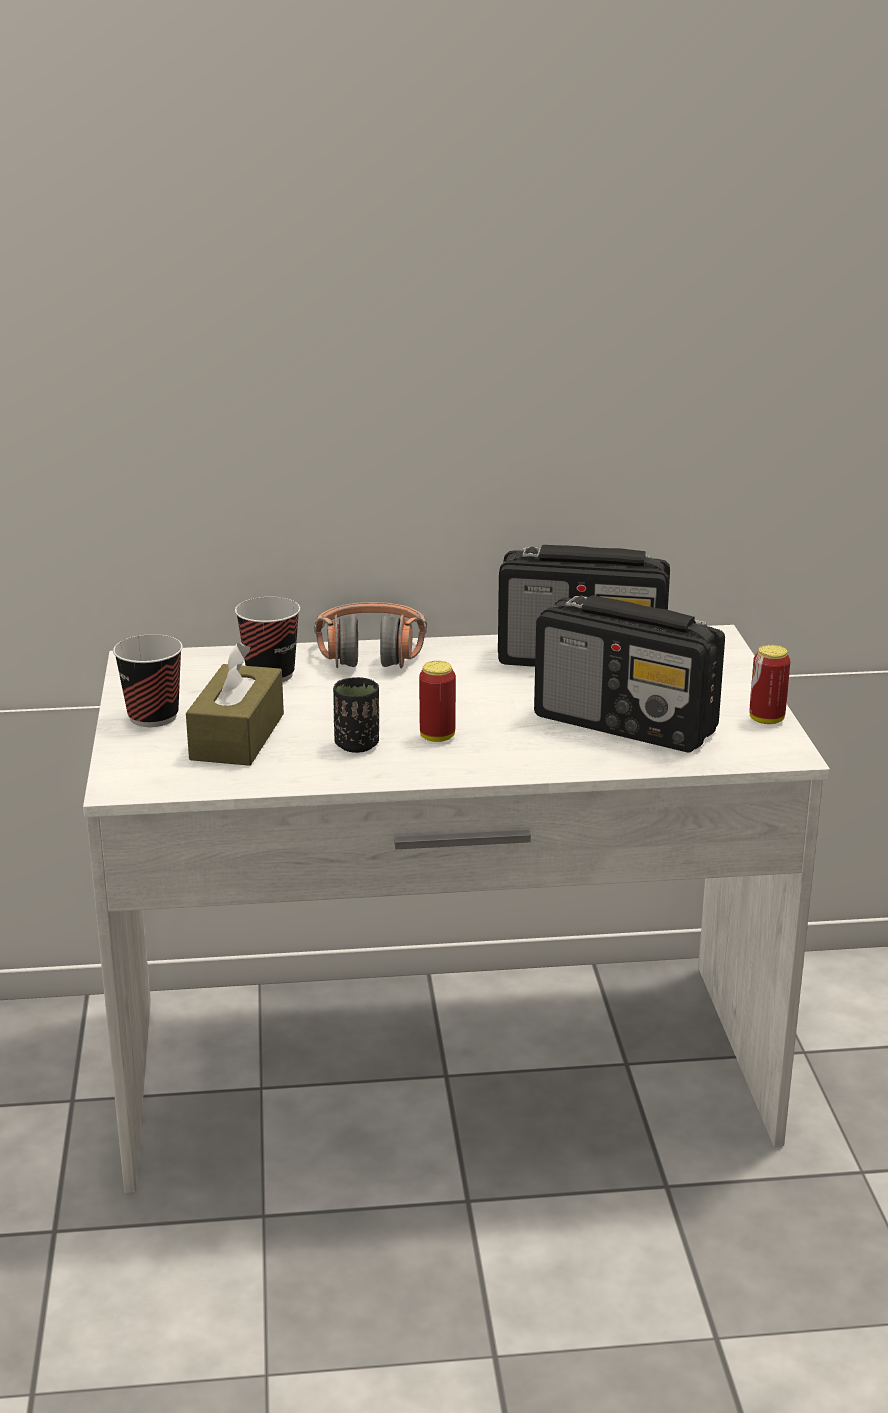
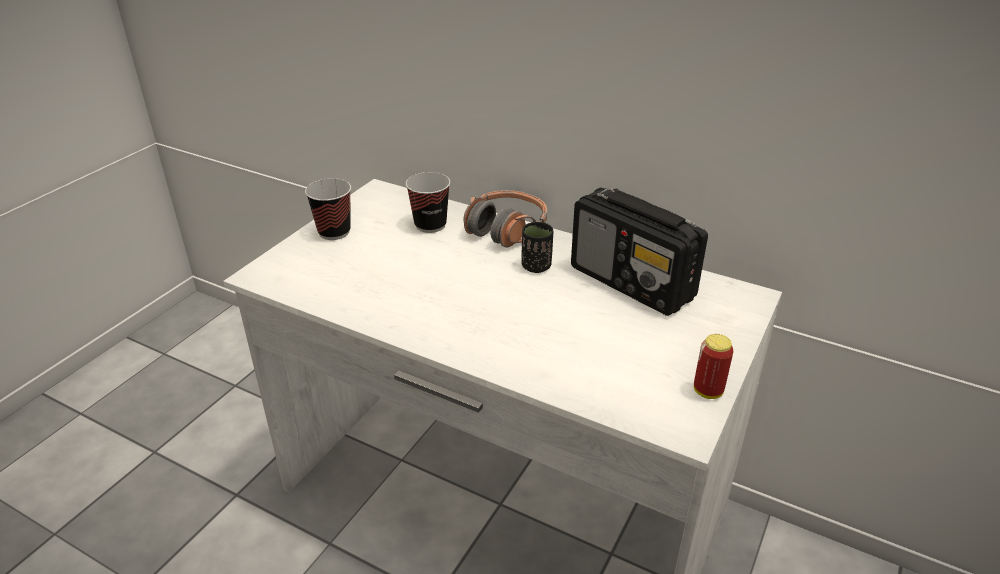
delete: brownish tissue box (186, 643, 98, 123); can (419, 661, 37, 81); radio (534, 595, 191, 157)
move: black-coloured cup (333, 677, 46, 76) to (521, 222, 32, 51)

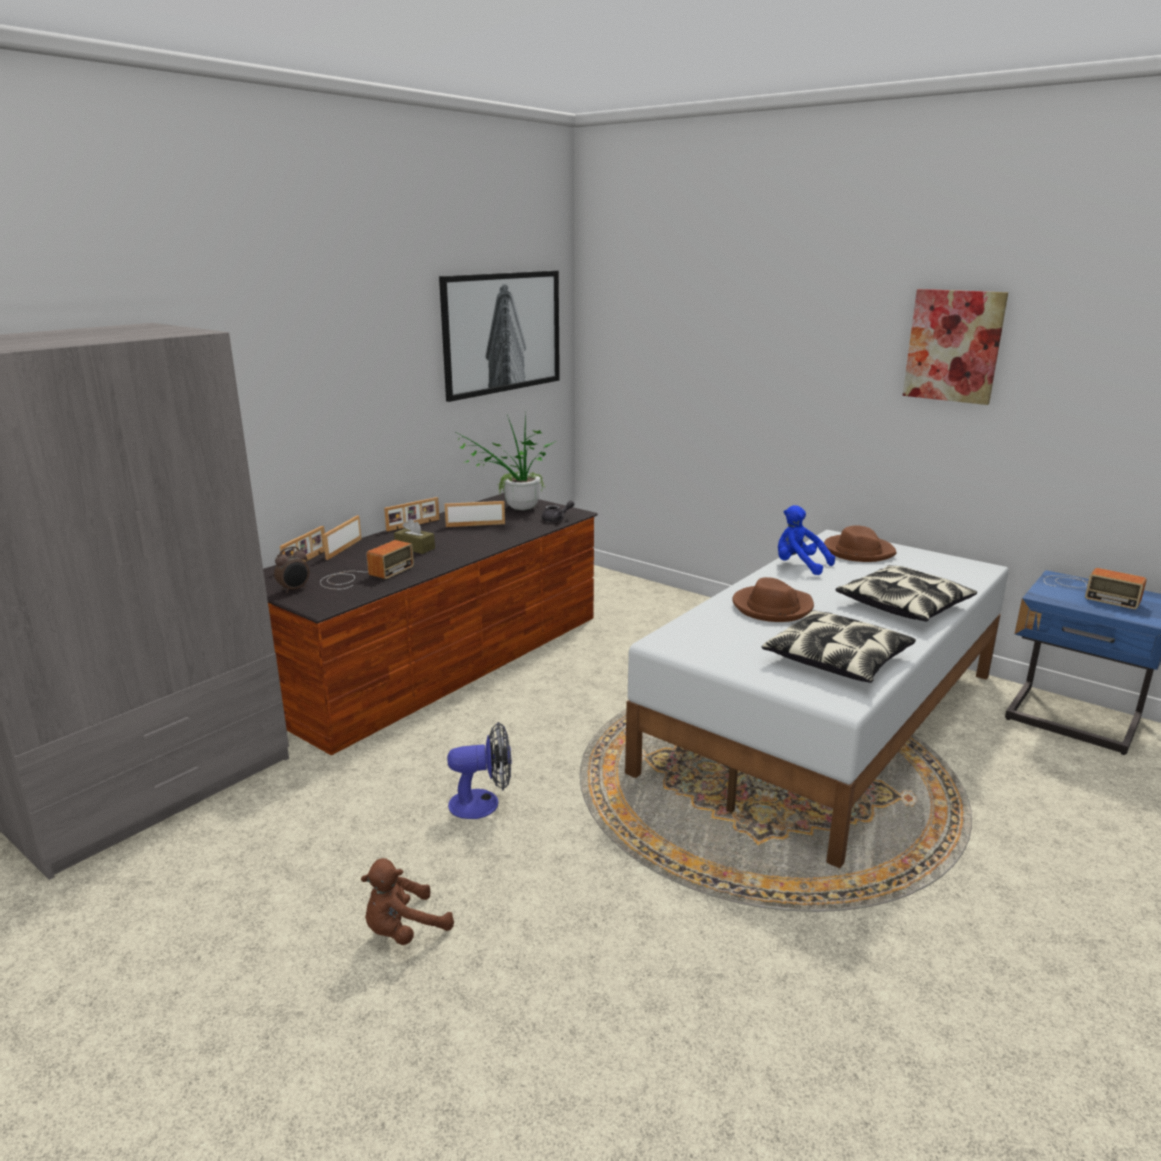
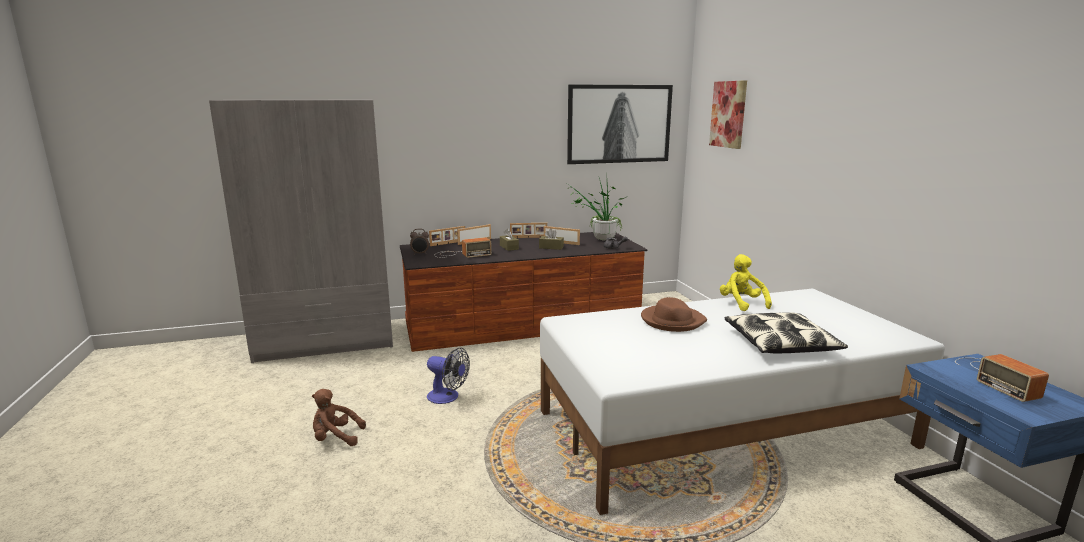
delete: throw pillow (761, 610, 155, 73); brownish hat (824, 525, 73, 37)
insert: brownish tissue box (539, 229, 25, 21)
move: wall picture (903, 289, 105, 116) to (709, 80, 38, 69)
recolor: bluish plush toy (778, 505, 57, 70) to yellow plush toy (720, 254, 52, 57)

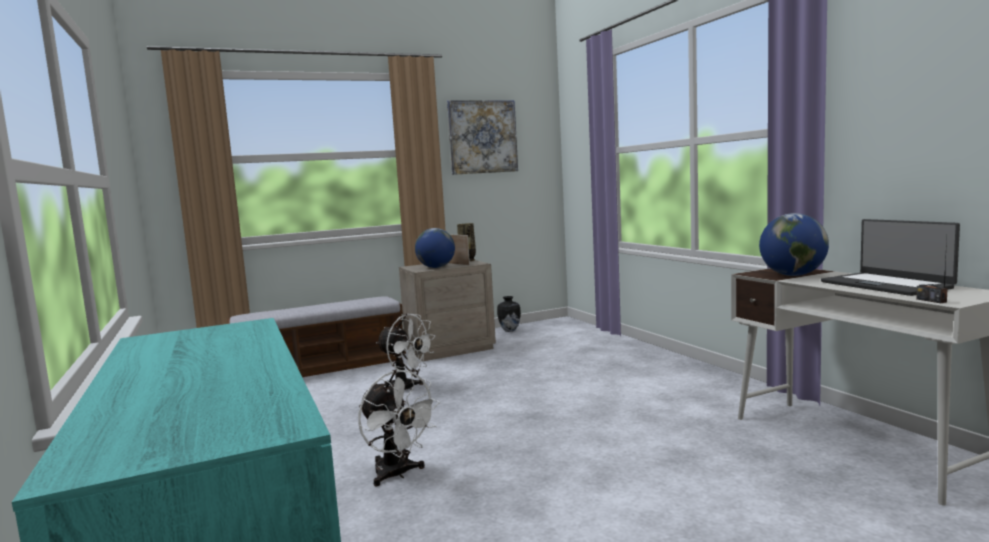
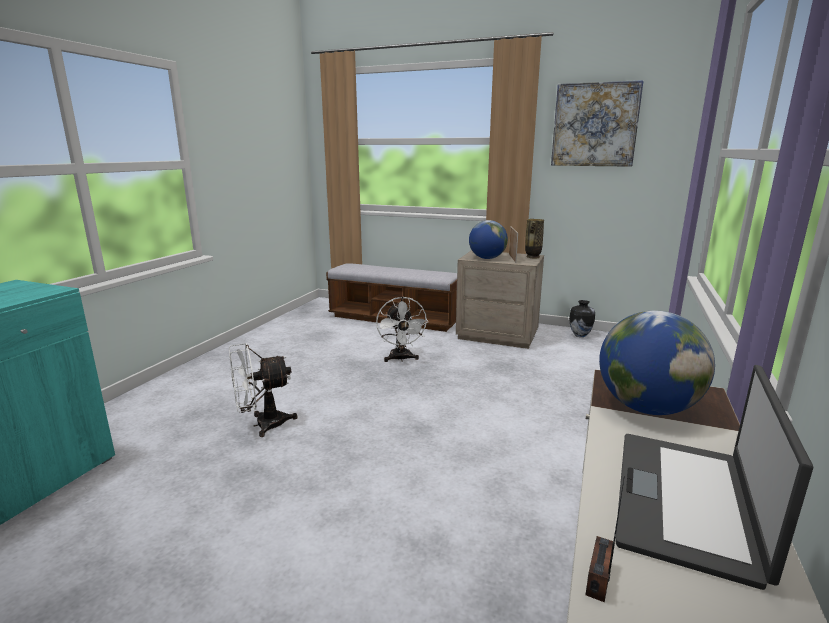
rotate: white-coloured electric fan (358, 370, 82, 117) = (229, 343, 68, 94) 60 degrees clockwise

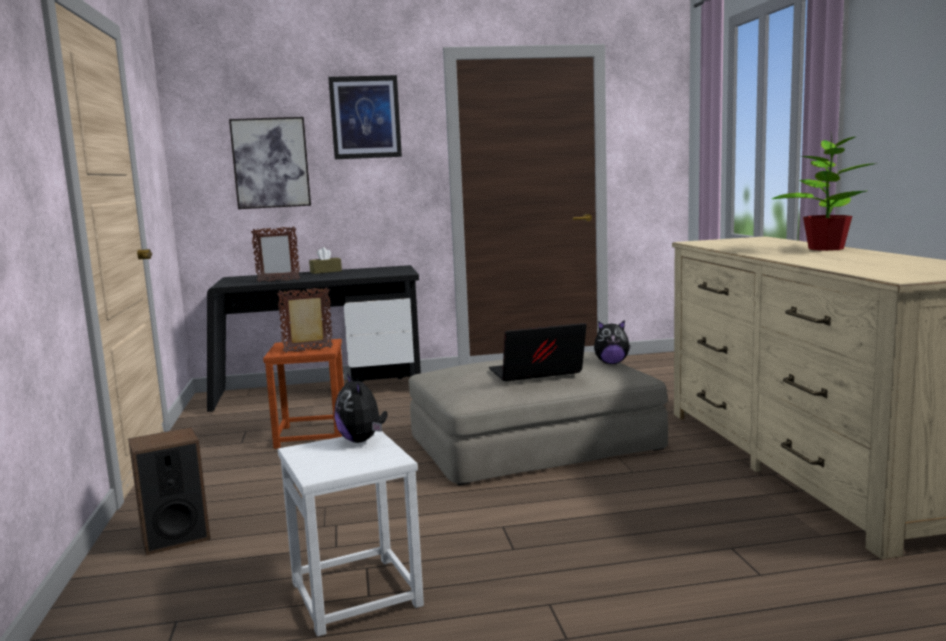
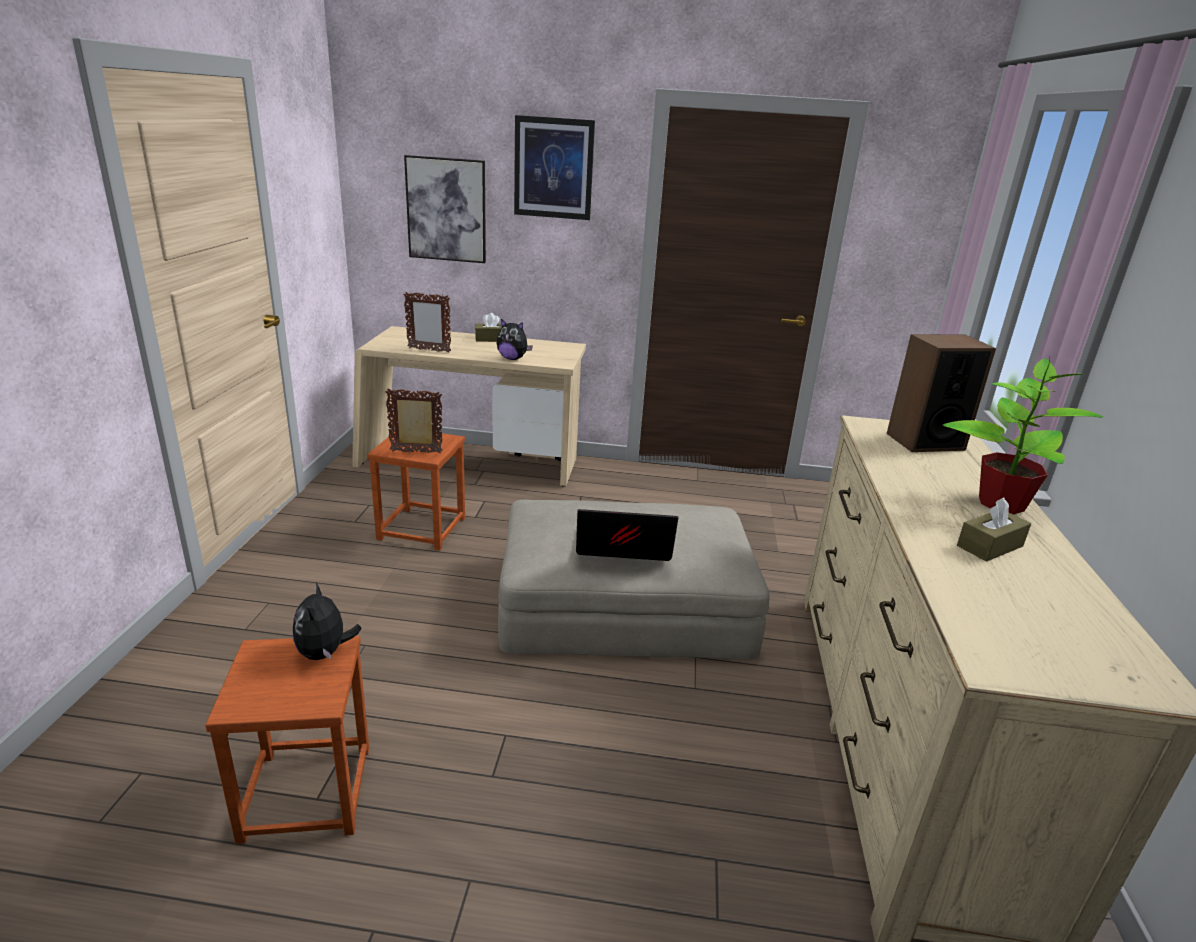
insert: brownish tissue box (957, 497, 74, 65)
move: plush toy (594, 320, 37, 44) to (497, 319, 36, 41); speaker (128, 427, 82, 128) to (887, 334, 109, 118)
recolor: white-coloured sitting stool (278, 431, 146, 206) to brownish sitting stool (205, 636, 164, 208); black-coloured desk (207, 265, 214, 147) to beige-coloured desk (352, 326, 234, 160)

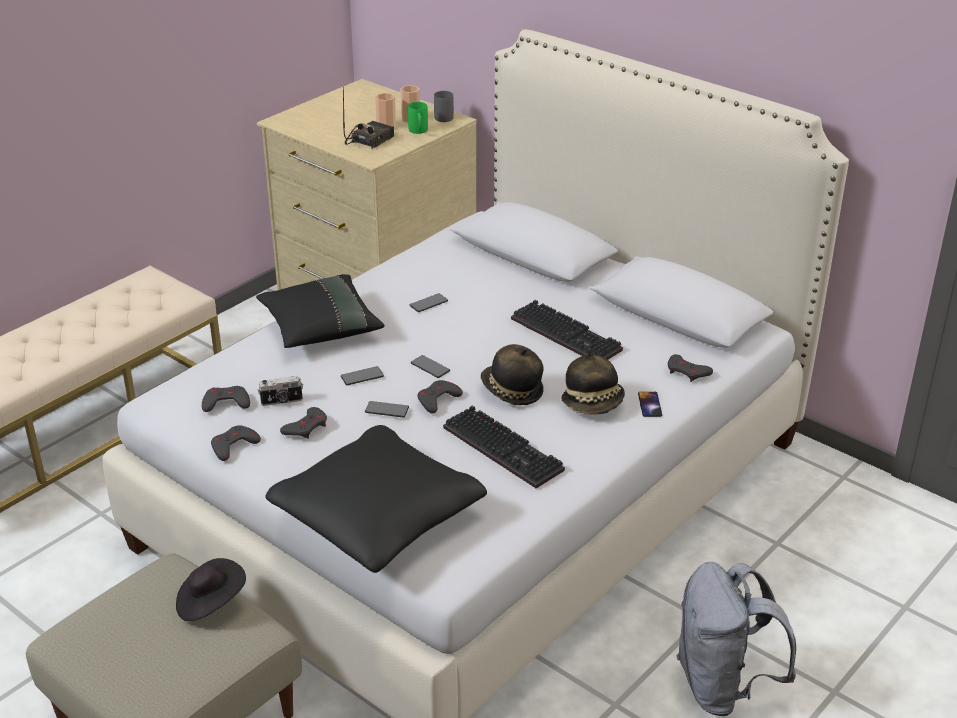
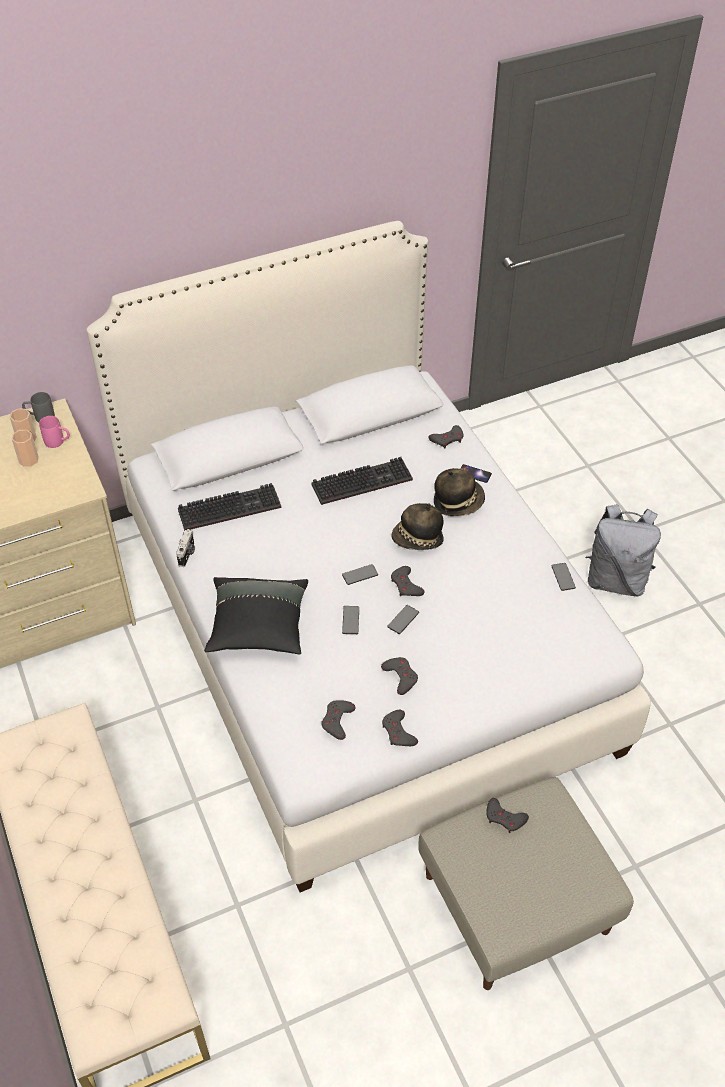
delete: black-coloured throw pillow (265, 425, 222, 148); radio (343, 88, 51, 61)
move: still camera (258, 376, 45, 30) to (176, 529, 19, 38); computer keyboard (443, 406, 122, 82) to (178, 483, 103, 48); handset (410, 293, 38, 19) to (552, 563, 24, 28)
replace: black-coloured hat (176, 558, 70, 63) to greyish joypad (486, 798, 43, 35)
recolor: greenish tea mug (408, 102, 20, 32) to pinkish tea mug (39, 416, 31, 32)

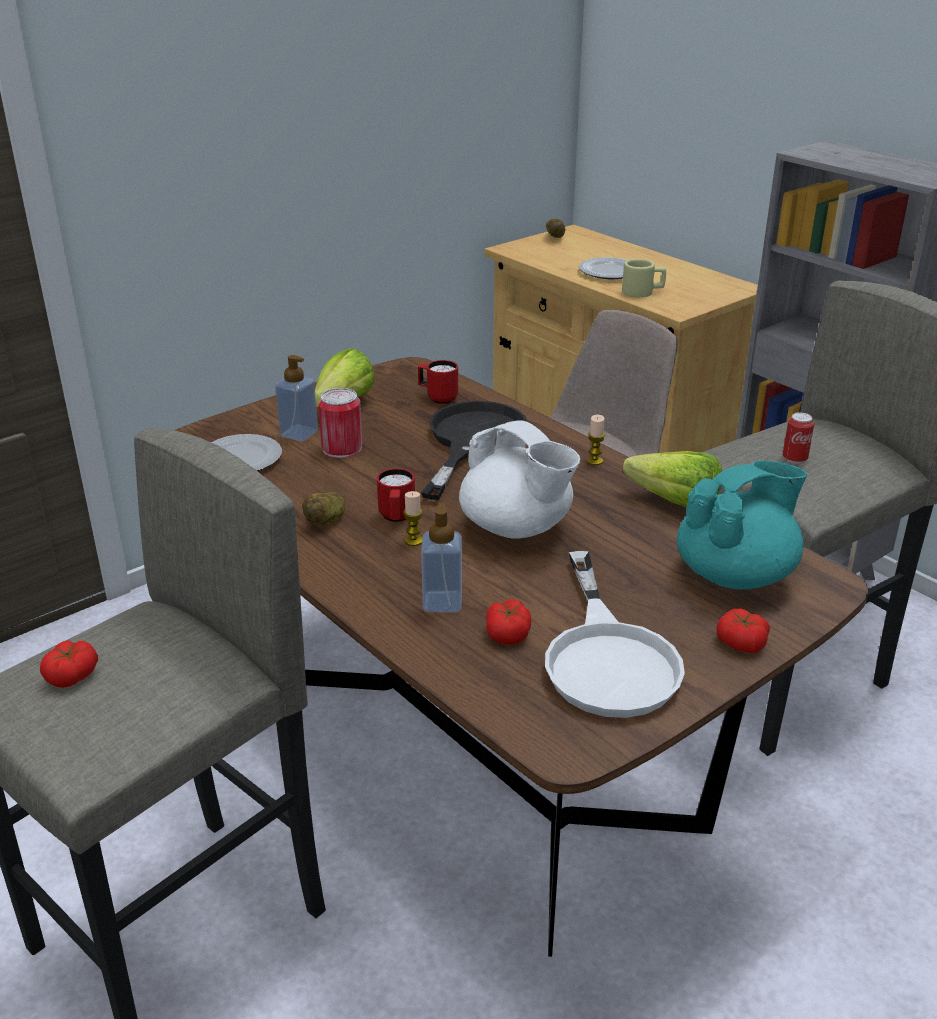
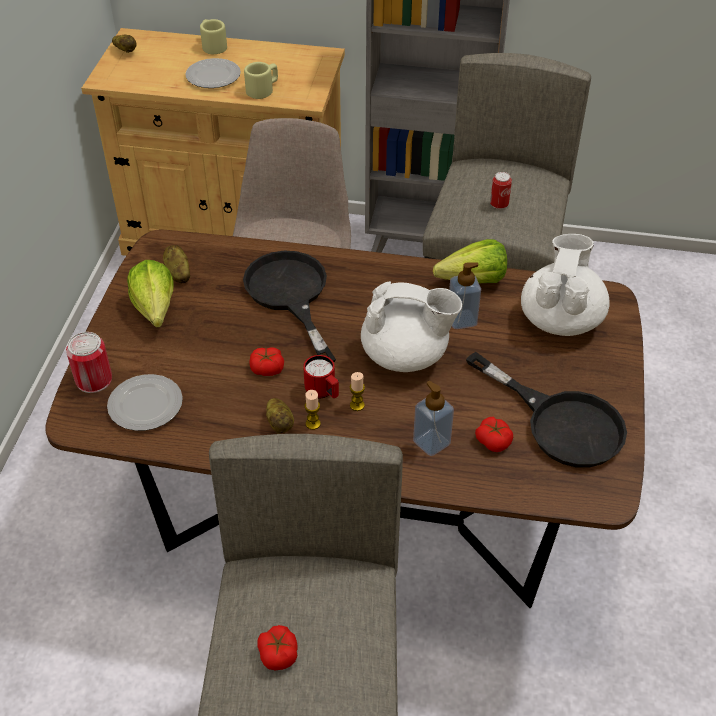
delete: red tea mug (418, 360, 40, 44)
insert: spud (163, 245, 27, 38); beige-coloured tea mug (200, 19, 27, 35)
move: can (318, 388, 45, 70) to (66, 332, 46, 61); fresh tomato (716, 609, 54, 44) to (249, 347, 35, 29); wax candle (587, 415, 18, 50) to (305, 390, 16, 40); soap bottle (275, 355, 43, 87) to (449, 263, 32, 66)
recolor: white-coloured frying pan (545, 551, 140, 167) to black-coloured frying pan (466, 352, 161, 115); turquoise-coloured tea pot (677, 461, 130, 129) to white-coloured tea pot (521, 234, 89, 102)

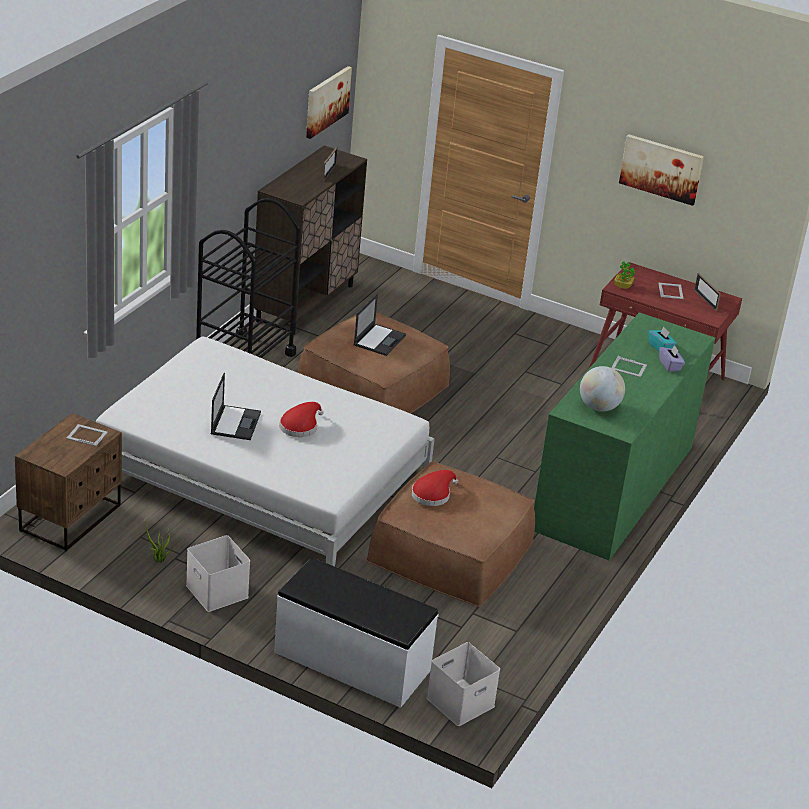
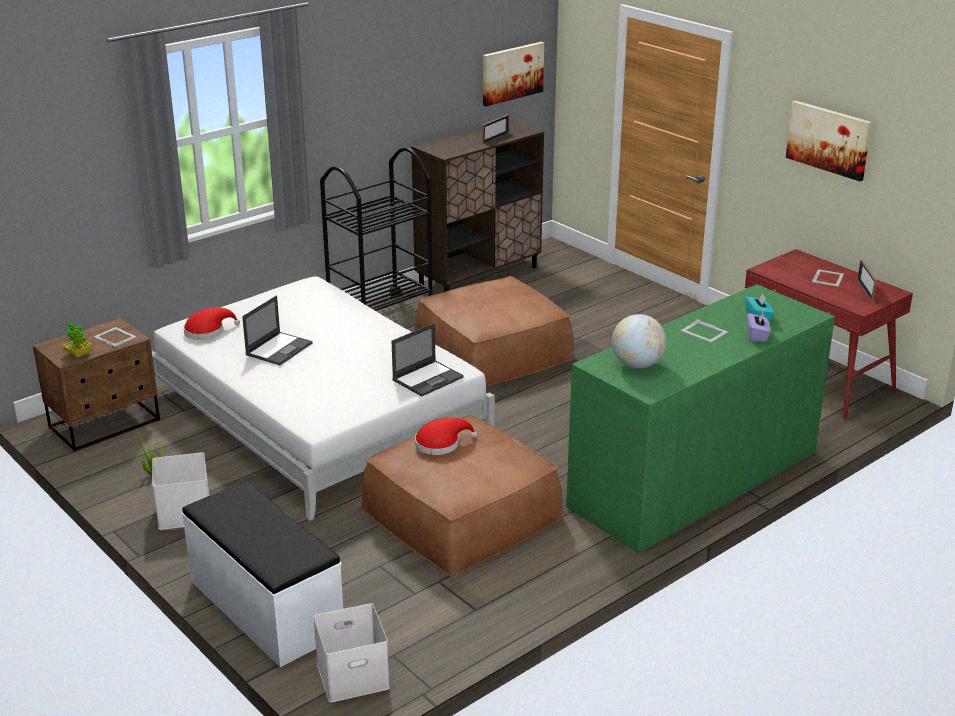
move: houseplant (614, 261, 21, 28) to (63, 322, 29, 35); red hat (280, 402, 44, 35) to (184, 307, 56, 33); notebook computer (353, 294, 53, 62) to (392, 323, 72, 73)

